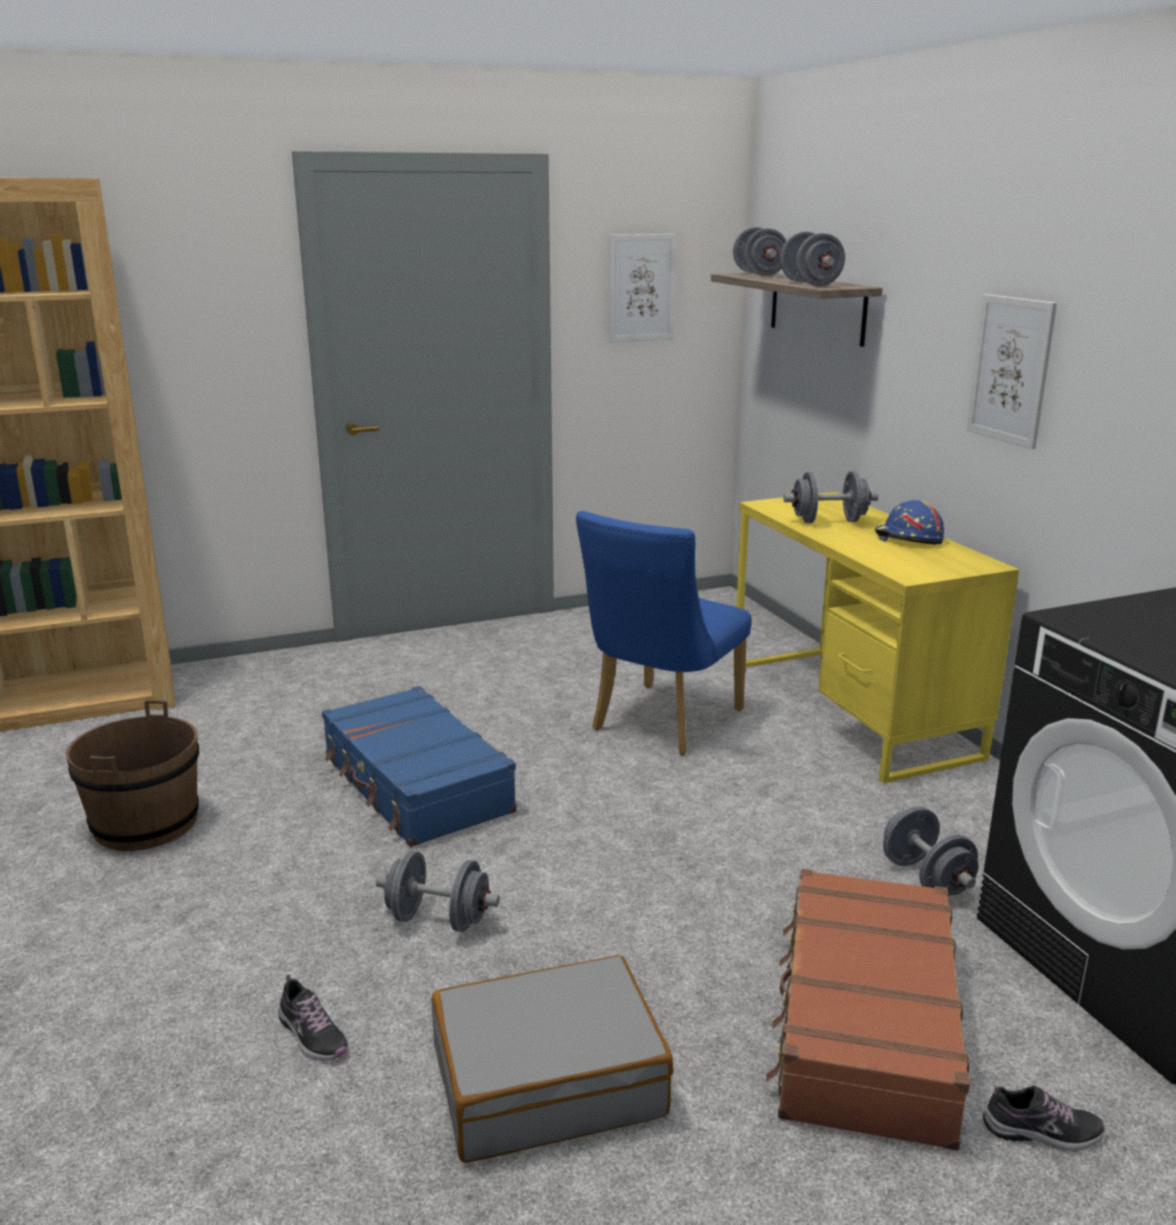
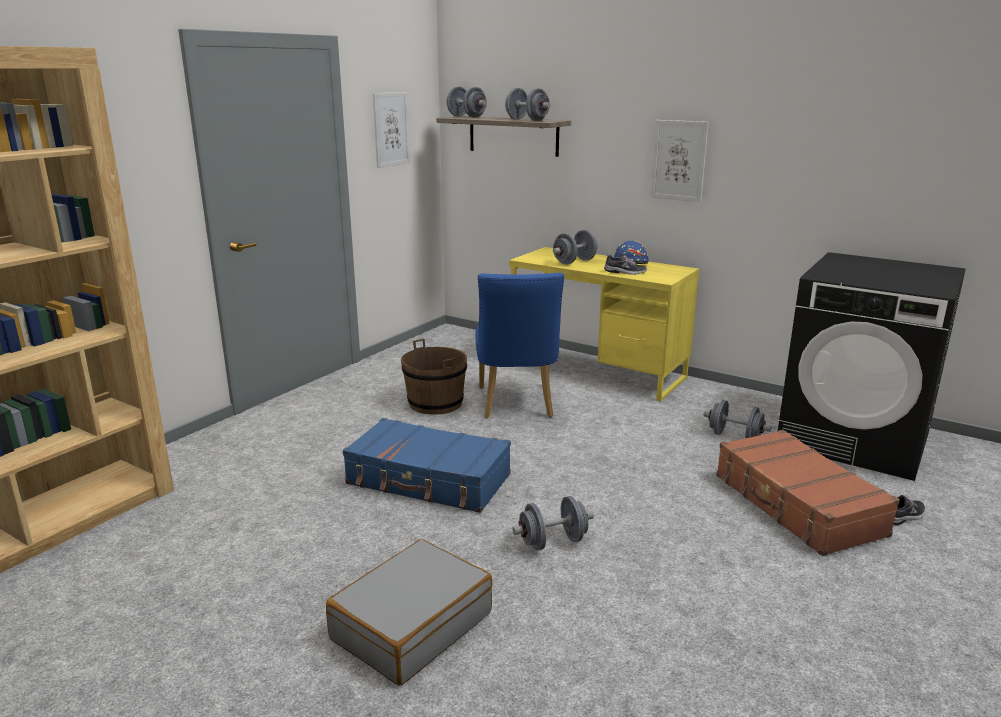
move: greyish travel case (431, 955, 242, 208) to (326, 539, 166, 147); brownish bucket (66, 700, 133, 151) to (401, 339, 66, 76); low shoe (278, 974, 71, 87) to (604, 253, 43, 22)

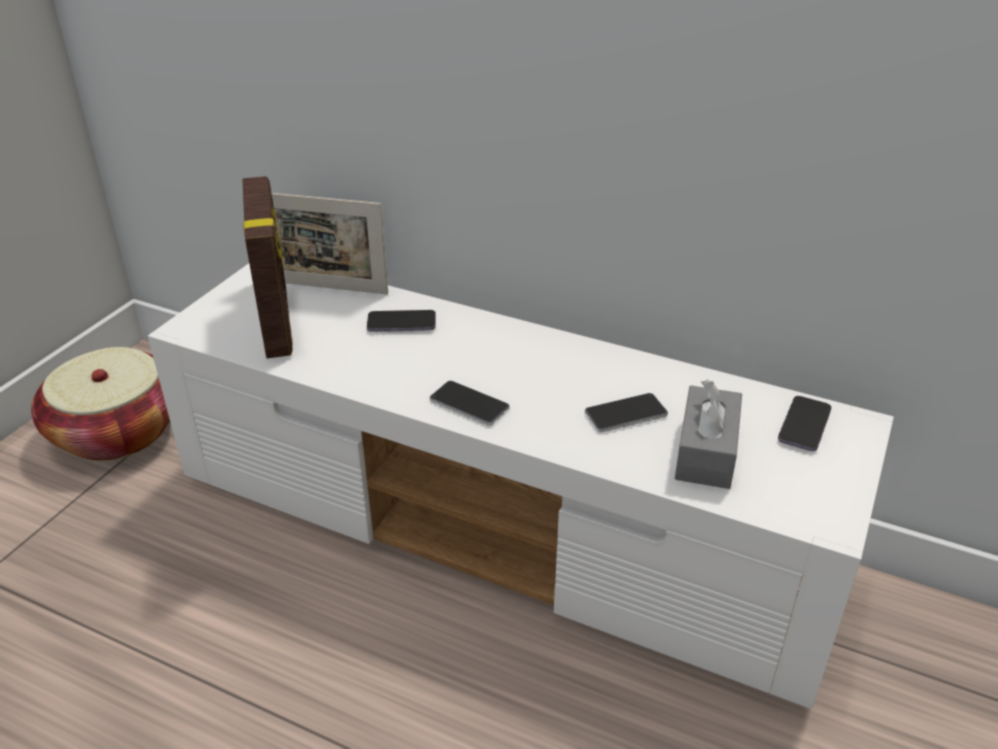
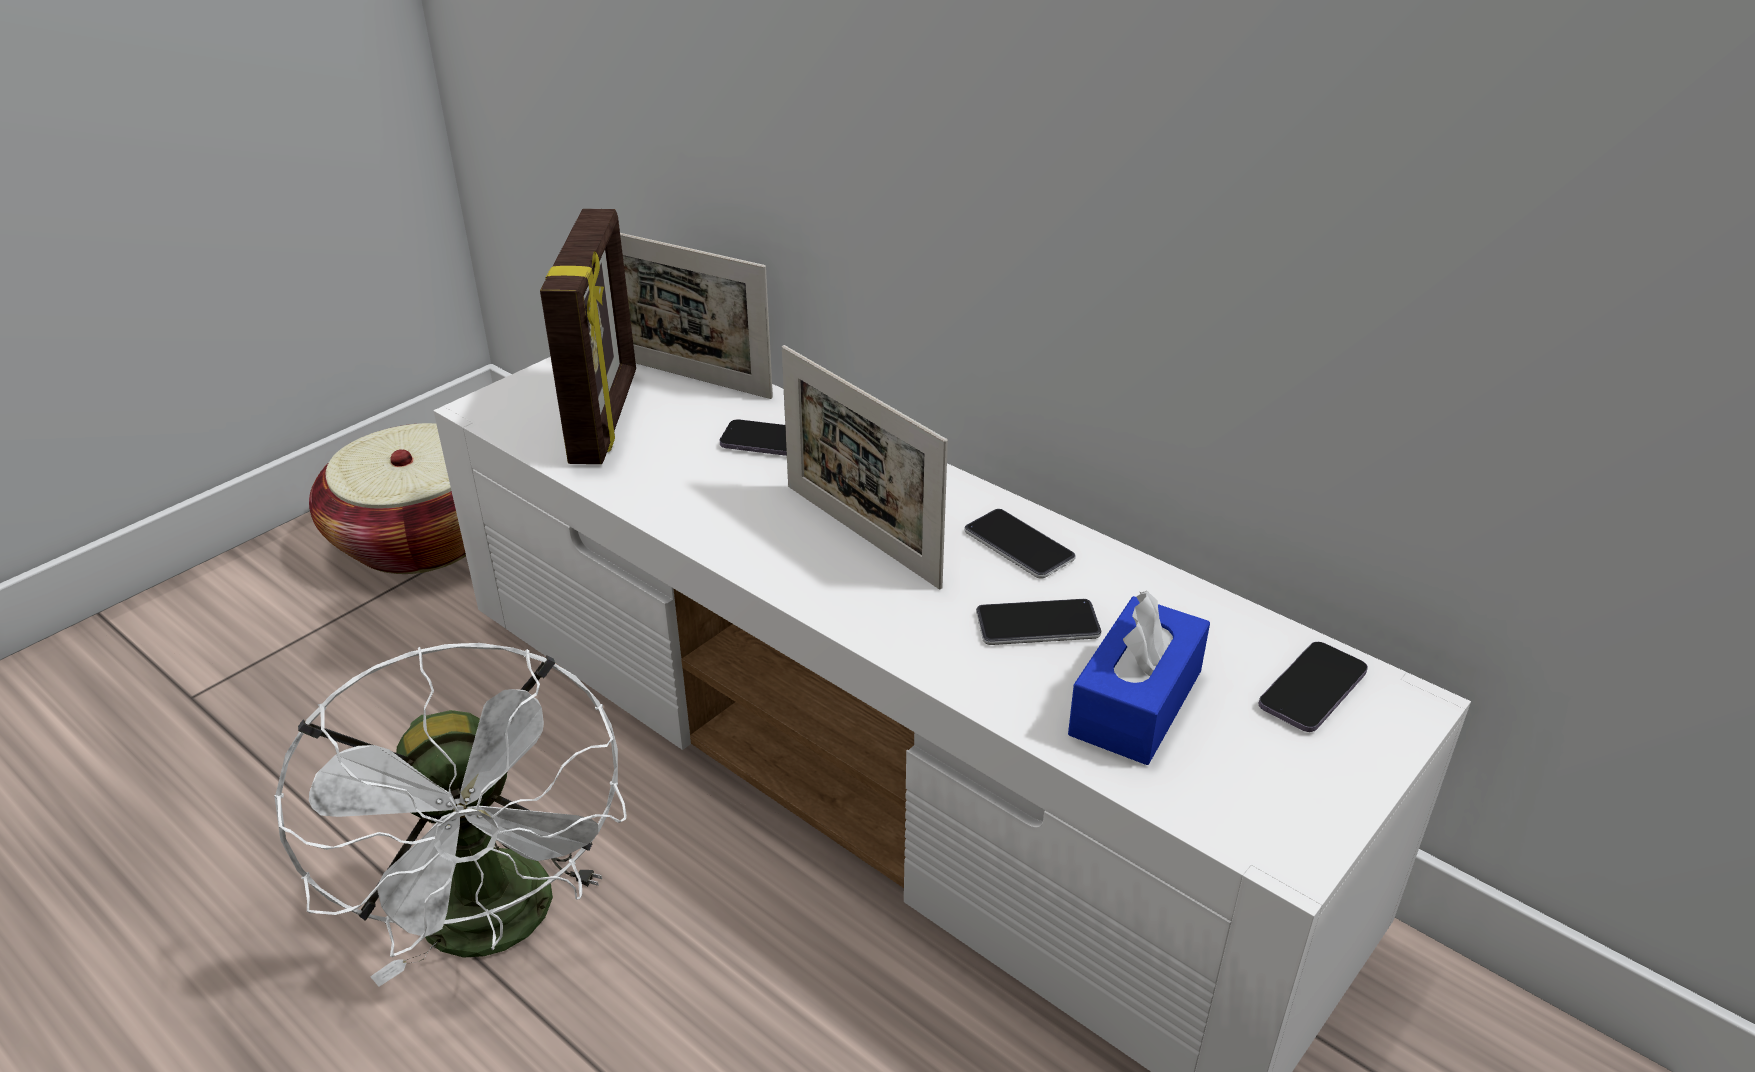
insert: white-coloured electric fan (274, 643, 353, 344); standing frame (782, 345, 166, 245)
move: handset (430, 381, 80, 44) to (965, 509, 111, 70)
recolor: greyish tissue box (675, 380, 67, 109) to bluish tissue box (1068, 591, 142, 174)

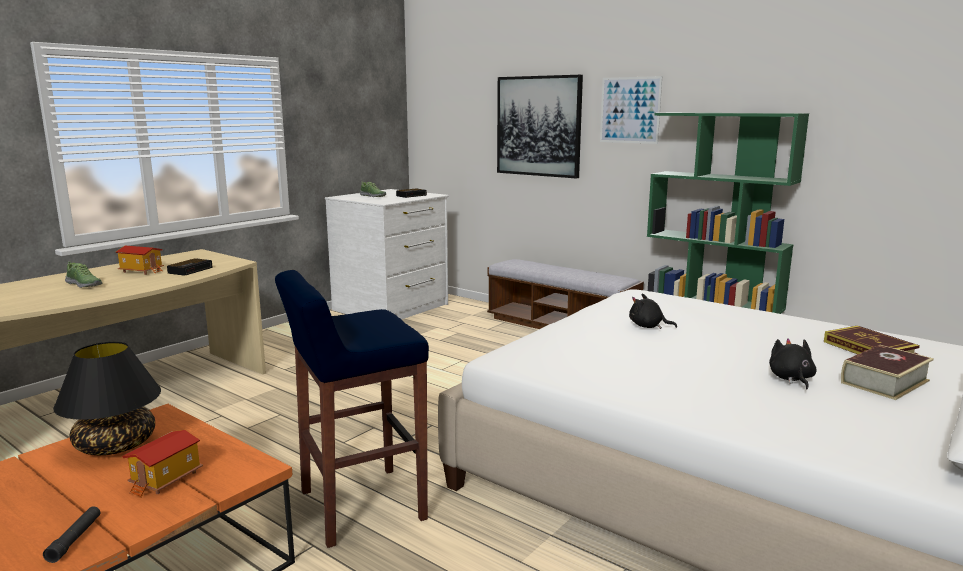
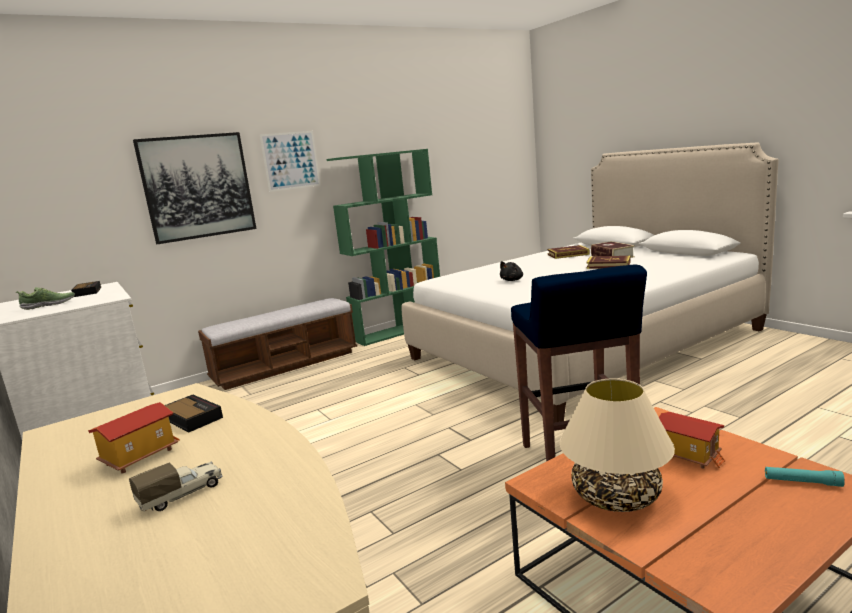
replace: low shoe (65, 261, 37, 27) to model truck (129, 461, 94, 50); black-coloured plush toy (769, 338, 48, 52) to bound book (586, 256, 44, 13)
recolor: black-coloured table lamp (53, 342, 108, 113) to beige-coloured table lamp (559, 379, 116, 133); black-coloured hand torch (43, 506, 58, 57) to turquoise-coloured hand torch (765, 467, 80, 20)

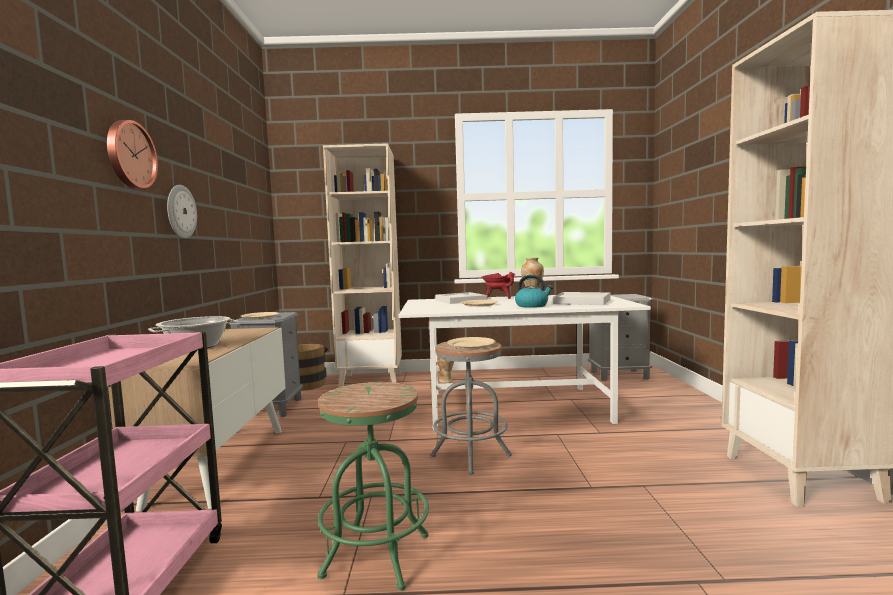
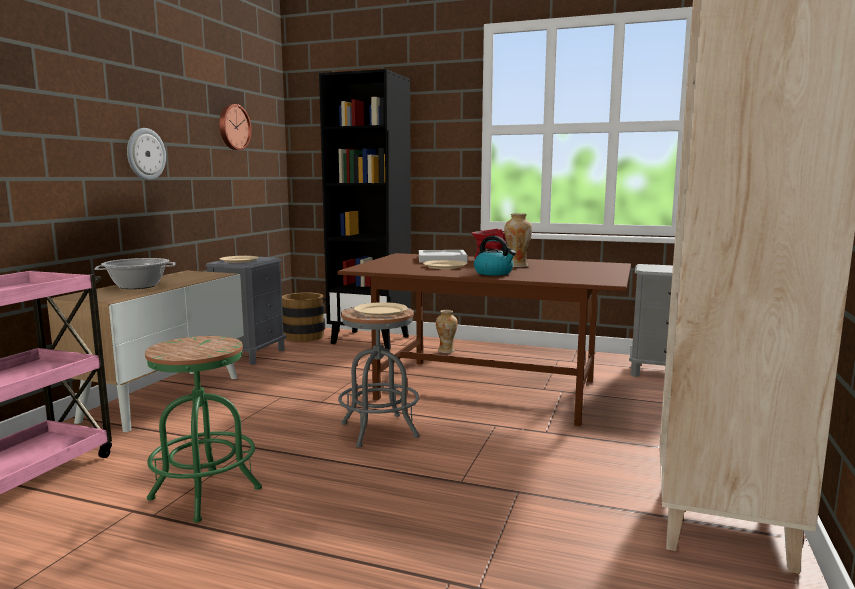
delete: white-coloured carrying tray (553, 292, 57, 13)
move: hanging clock (107, 120, 51, 69) to (219, 104, 33, 46)
recolor: beige-coloured bookshelf (323, 143, 79, 244) to black-coloured bookshelf (319, 69, 92, 281); white-coloured dining table (398, 295, 253, 135) to brownish dining table (338, 253, 293, 173)

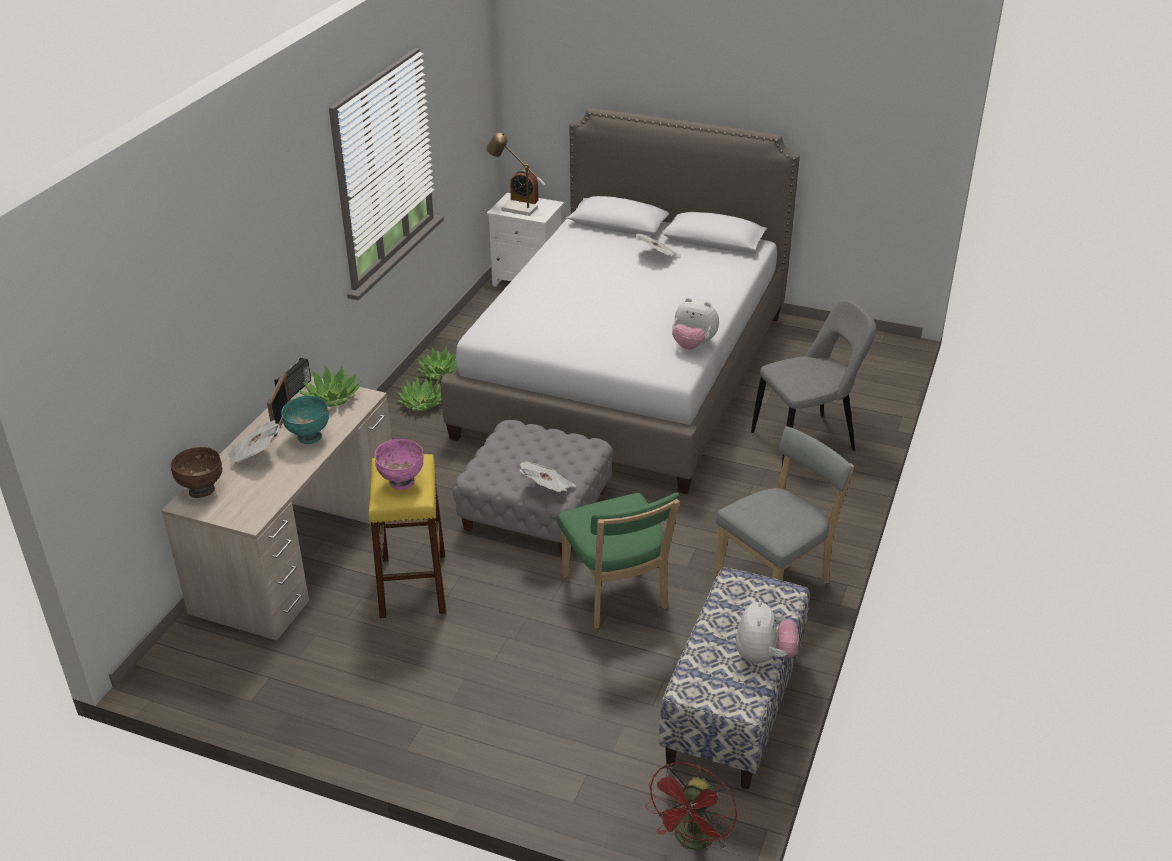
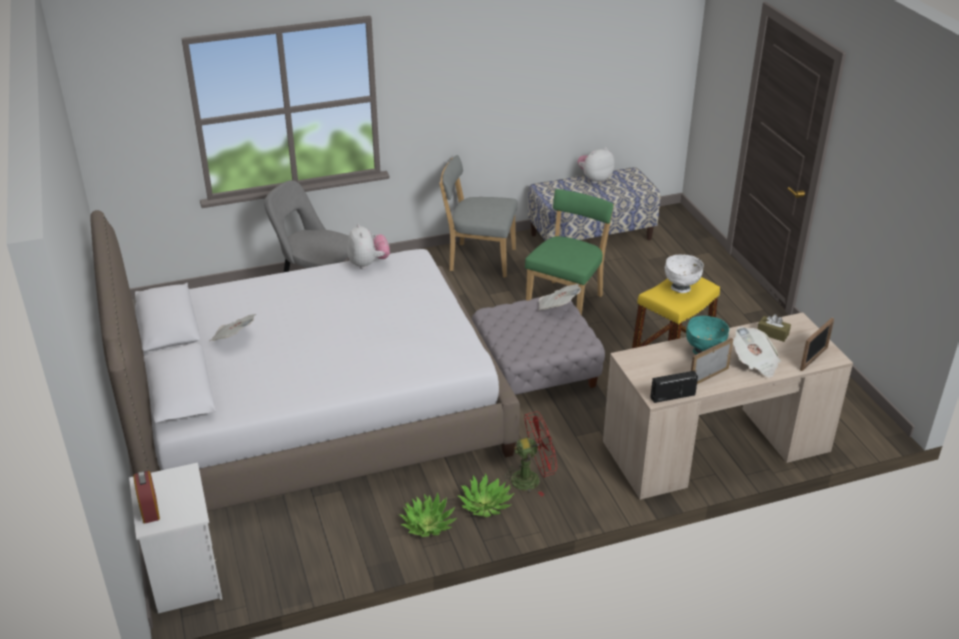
delete: houseplant (299, 366, 62, 41); table lamp (486, 132, 60, 84)
insert: brownish tissue box (757, 314, 34, 28)
move: red electric fan (645, 762, 92, 88) to (501, 411, 56, 85)
replace: brownish serving bowl (170, 447, 52, 51) to standing frame (800, 318, 34, 53)
recolor: pinkish serving bowl (375, 439, 49, 51) to white-coloured serving bowl (665, 254, 39, 39)

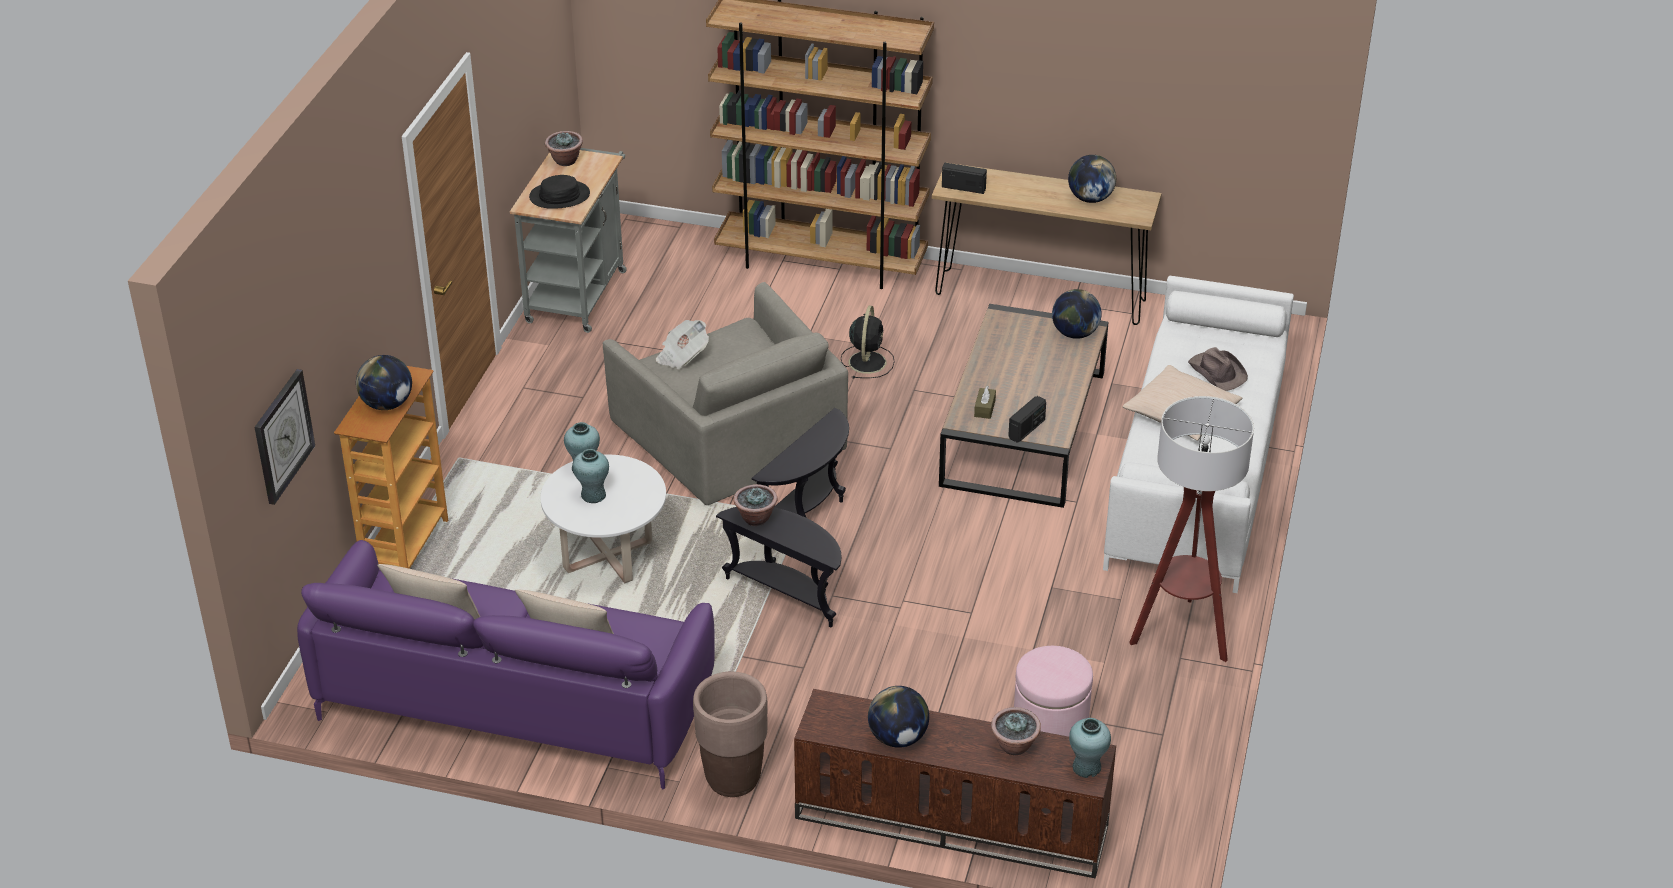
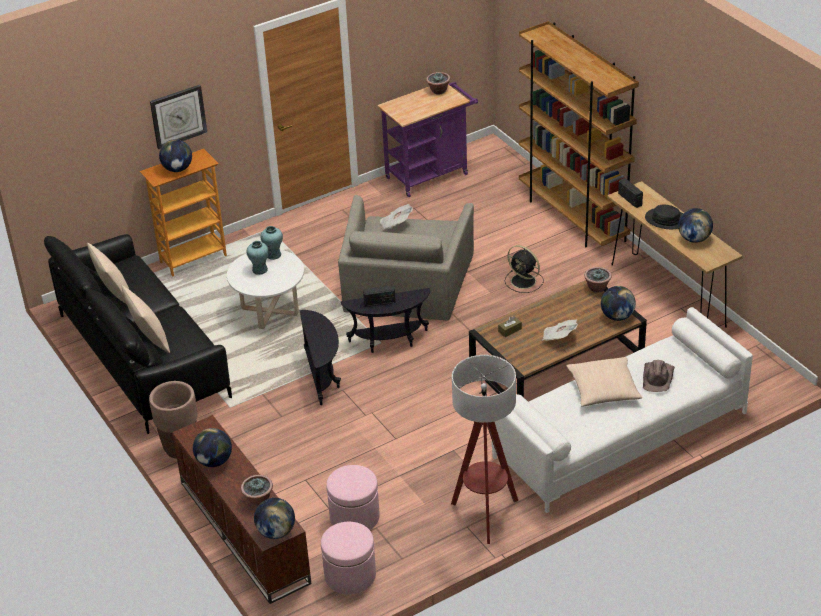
insert: pinkish footrest (321, 522, 55, 72); daily paper (542, 320, 36, 21)
move: hanging clock (255, 369, 60, 136) to (150, 85, 57, 64); radio (1008, 396, 38, 47) to (363, 286, 33, 21); houseplant (733, 484, 45, 42) to (584, 267, 28, 26); black-coloured hat (529, 175, 61, 34) to (645, 205, 38, 24)
replace: turquoise-coloured vase (1069, 718, 42, 60) to globe (254, 498, 41, 41)
recolor: purplish settee (297, 540, 418, 250) to black-coloured settee (44, 234, 188, 200); greyish wheeled cart (510, 148, 117, 185) to purplish wheeled cart (377, 82, 101, 115)
rotate: black-coloured electric fan (841, 306, 54, 73) = (505, 245, 38, 48) 75 degrees clockwise

